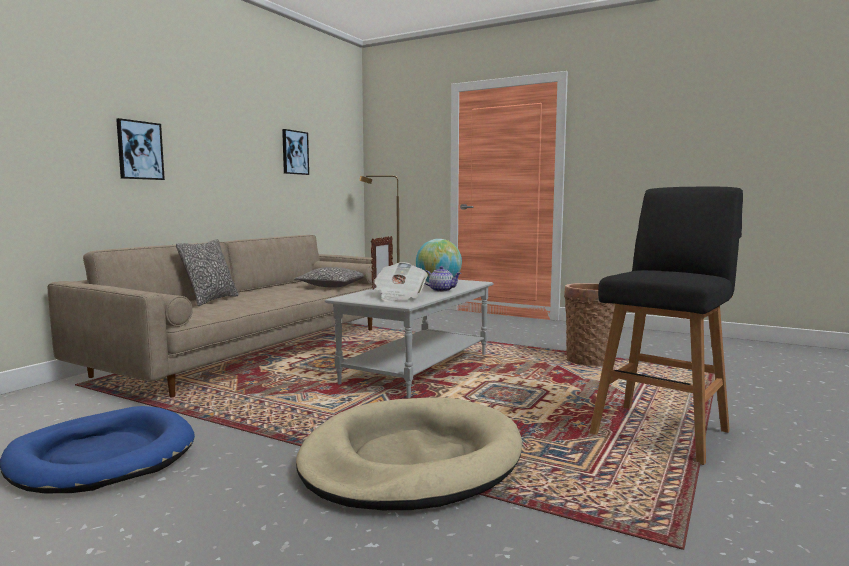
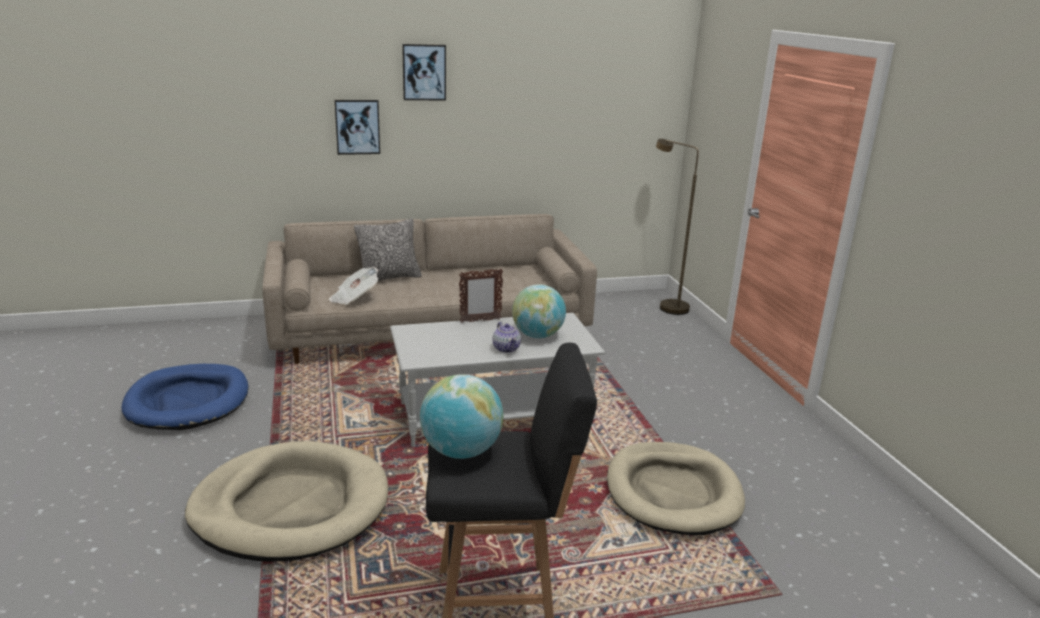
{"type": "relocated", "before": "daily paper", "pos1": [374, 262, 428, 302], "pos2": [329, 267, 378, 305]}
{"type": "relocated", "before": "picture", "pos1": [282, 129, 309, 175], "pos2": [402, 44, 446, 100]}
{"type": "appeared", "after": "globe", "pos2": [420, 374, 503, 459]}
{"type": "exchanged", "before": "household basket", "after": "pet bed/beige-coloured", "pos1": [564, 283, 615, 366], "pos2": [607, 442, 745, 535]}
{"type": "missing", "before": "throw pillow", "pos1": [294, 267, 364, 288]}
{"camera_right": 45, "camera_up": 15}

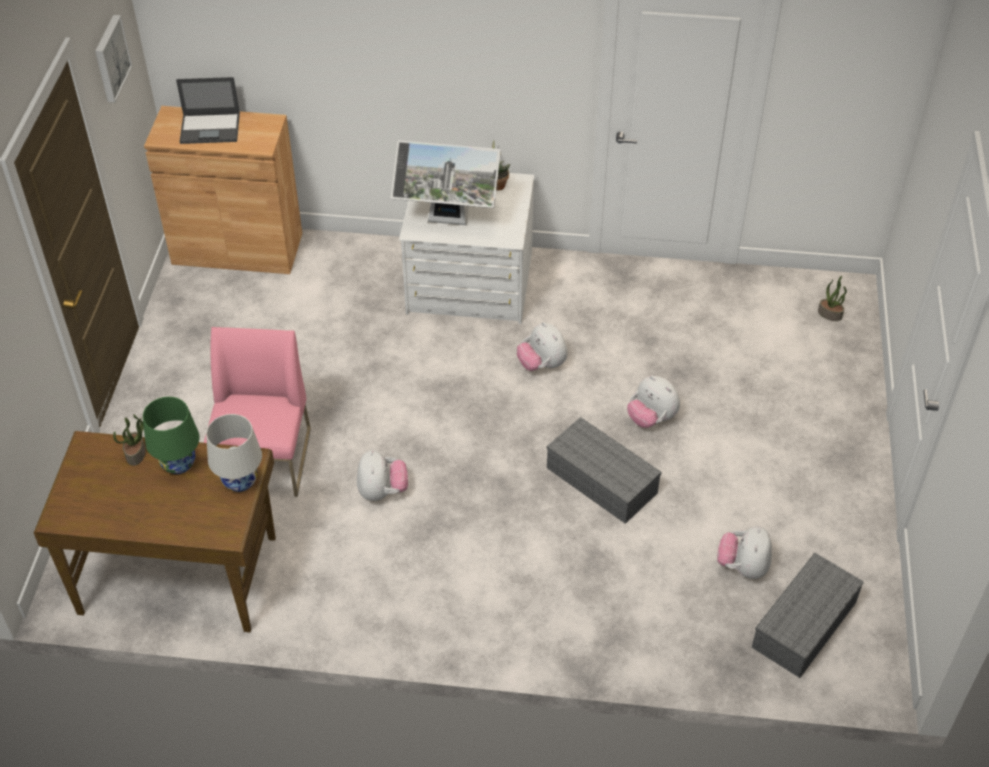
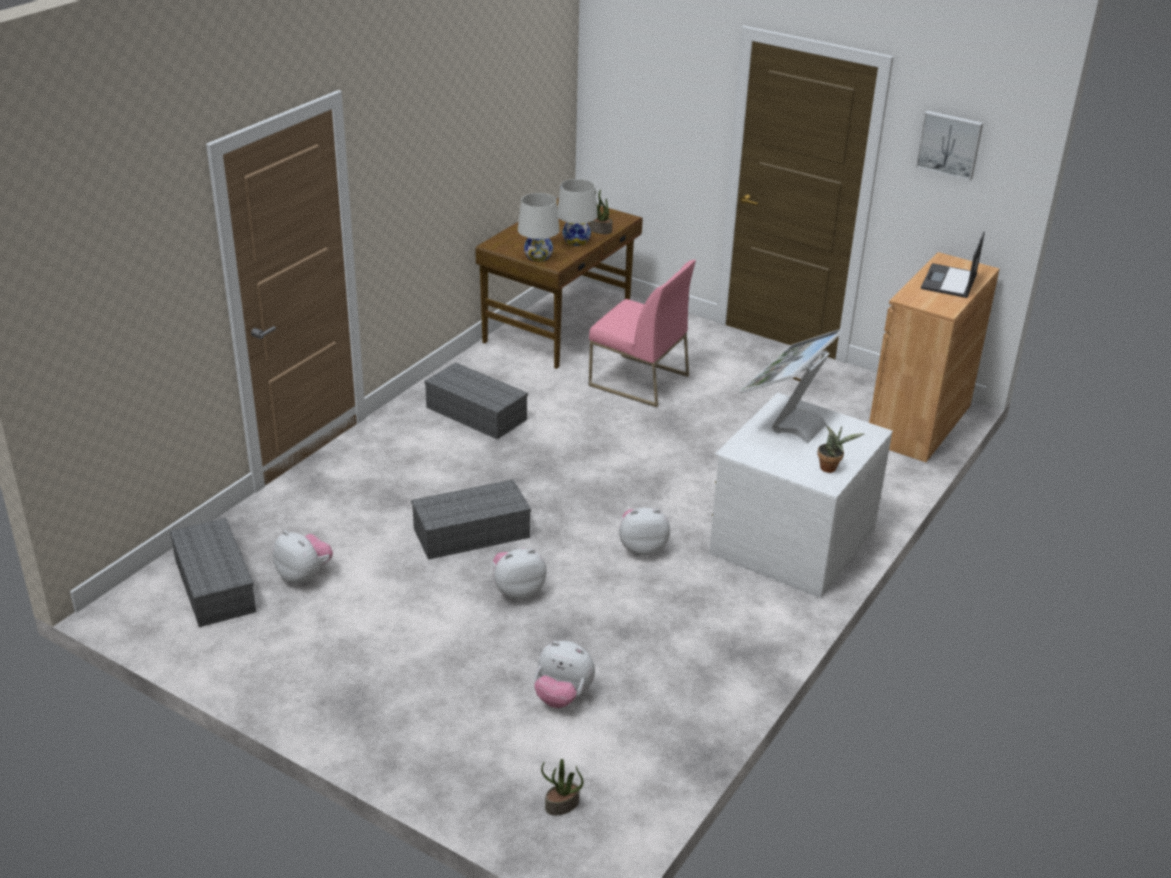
{"type": "appeared", "after": "storage box/greyish", "pos2": [424, 363, 528, 440]}
{"type": "relocated", "before": "plush toy", "pos1": [357, 450, 408, 501], "pos2": [534, 641, 595, 708]}
{"type": "colour", "before": "table lamp/green-coloured", "after": "table lamp/white-coloured", "pos1": [143, 397, 199, 474], "pos2": [557, 179, 598, 246]}
{"camera_right": 115, "camera_up": -15}

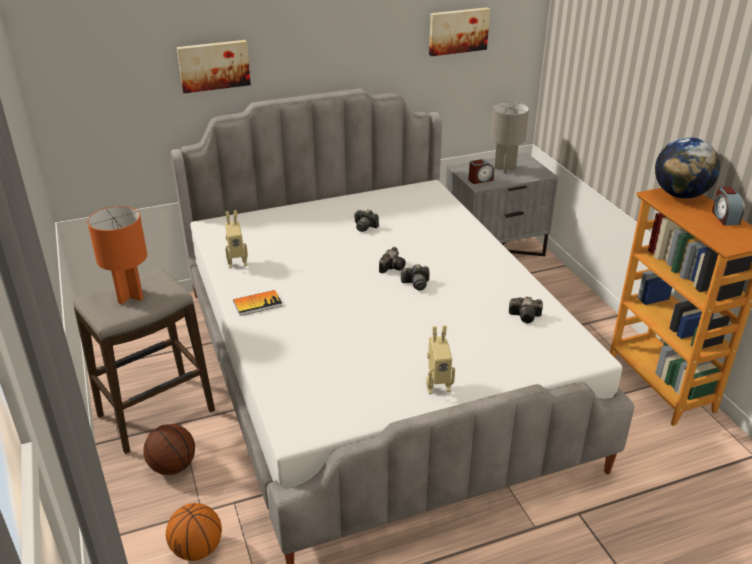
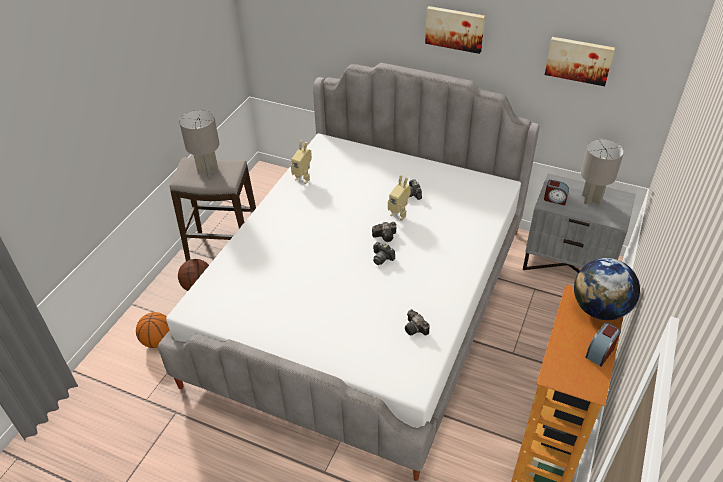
{"type": "colour", "before": "table lamp/orange", "after": "table lamp/greyish", "pos1": [87, 206, 147, 304], "pos2": [179, 110, 219, 177]}
{"type": "relocated", "before": "model robot", "pos1": [426, 325, 455, 394], "pos2": [388, 175, 411, 221]}
{"type": "relocated", "before": "picture", "pos1": [177, 40, 251, 93], "pos2": [425, 6, 485, 54]}
{"type": "missing", "before": "book", "pos1": [233, 290, 282, 316]}
{"camera_right": 45, "camera_up": 10}

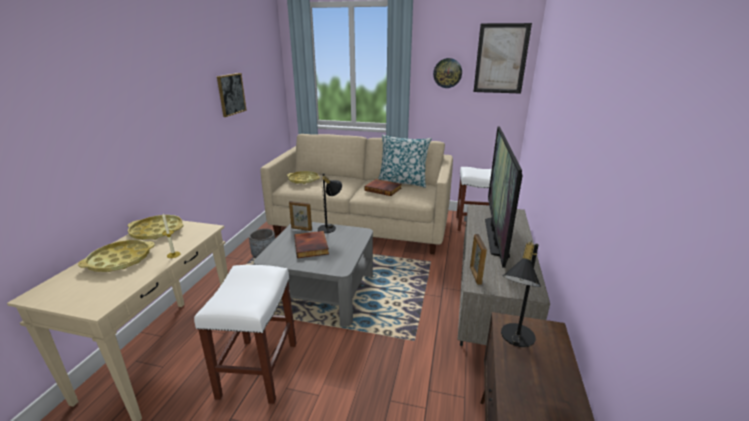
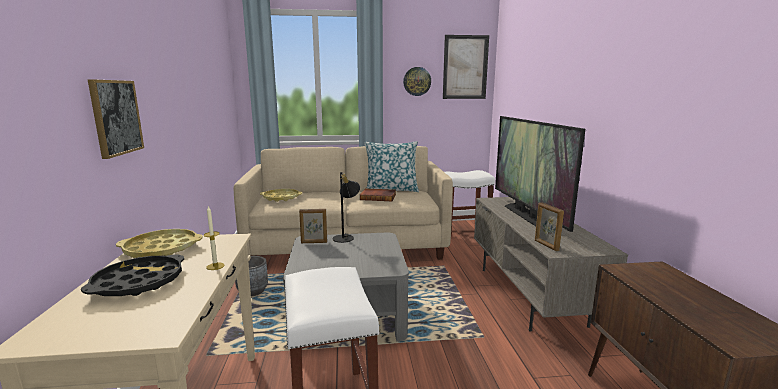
{"type": "colour", "before": "serving tray/yellow", "after": "serving tray/black", "pos1": [78, 240, 155, 272], "pos2": [81, 254, 184, 296]}
{"type": "relocated", "before": "picture", "pos1": [217, 73, 247, 117], "pos2": [88, 79, 144, 159]}
{"type": "missing", "before": "book", "pos1": [294, 231, 329, 258]}
{"type": "missing", "before": "table lamp/black", "pos1": [501, 241, 541, 347]}
{"camera_right": -20, "camera_up": -10}

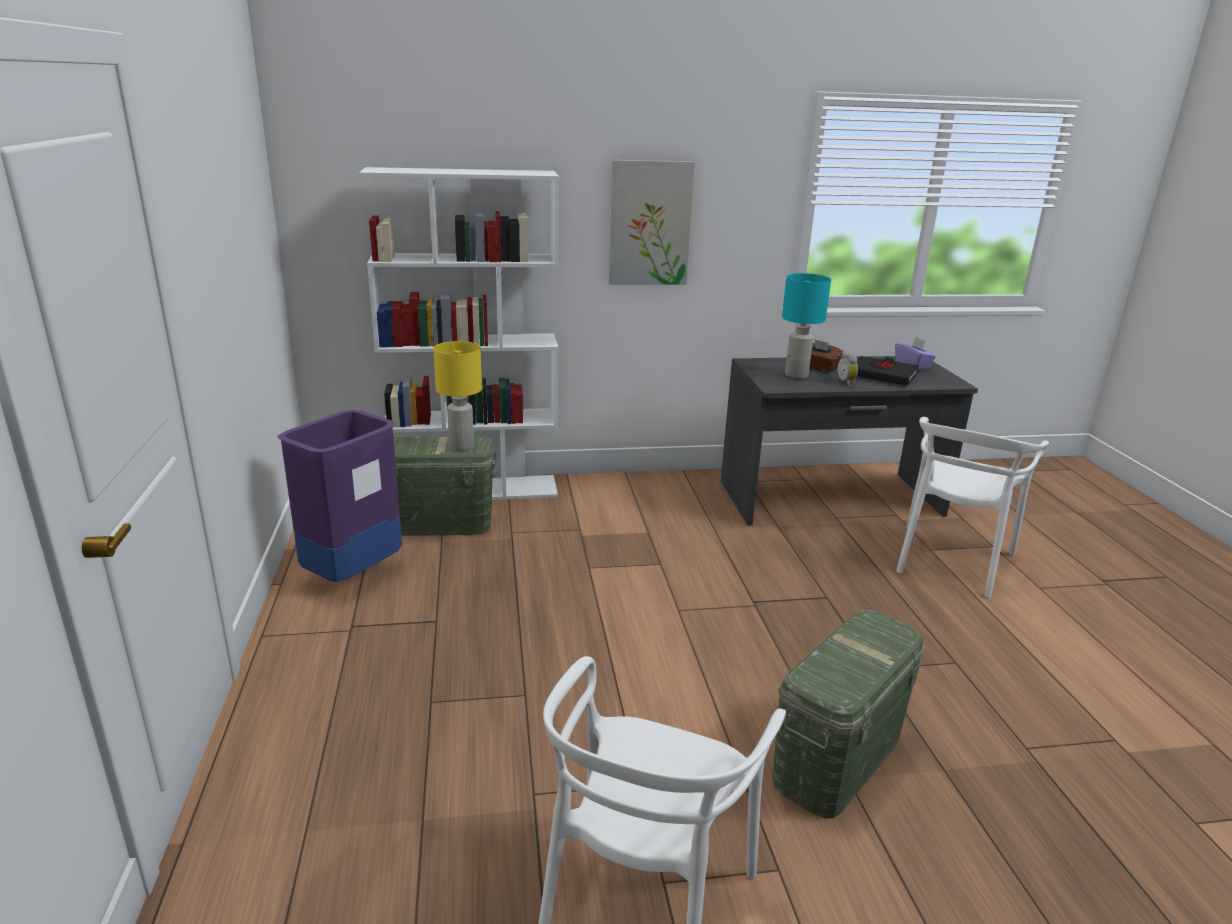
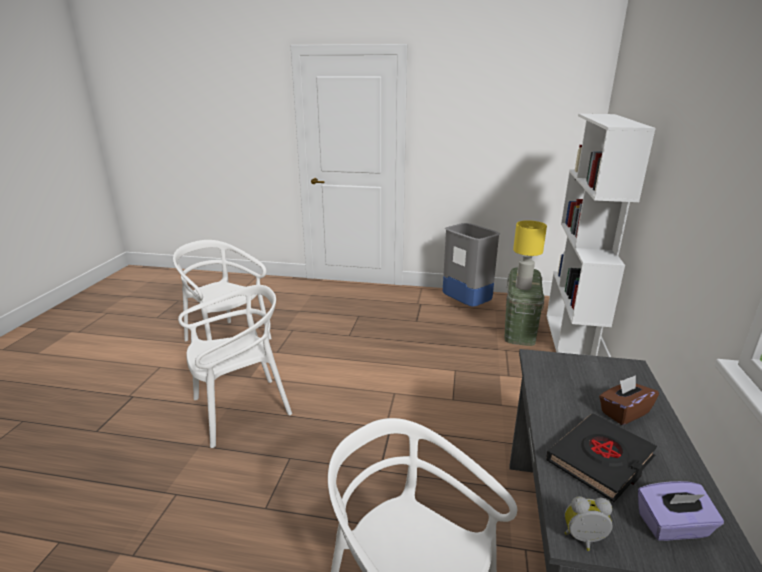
{"type": "exchanged", "before": "storage box/green-coloured", "after": "chair/white-coloured", "pos1": [772, 610, 925, 818], "pos2": [178, 285, 292, 448]}
{"type": "colour", "before": "waste bin/purple-coloured", "after": "waste bin/greyish", "pos1": [277, 410, 402, 582], "pos2": [443, 223, 501, 307]}
{"type": "relocated", "before": "bedside clock", "pos1": [837, 352, 858, 386], "pos2": [565, 496, 613, 551]}
{"type": "missing", "before": "picture", "pos1": [609, 160, 695, 285]}
{"type": "missing", "before": "table lamp/turquoise-coloured", "pos1": [782, 273, 831, 379]}
{"camera_right": 110, "camera_up": 0}

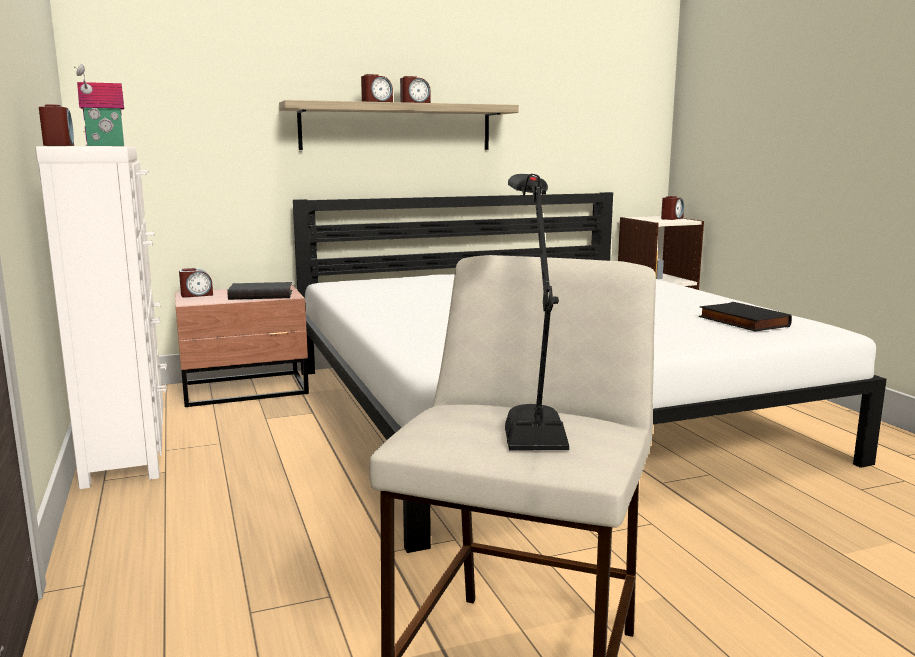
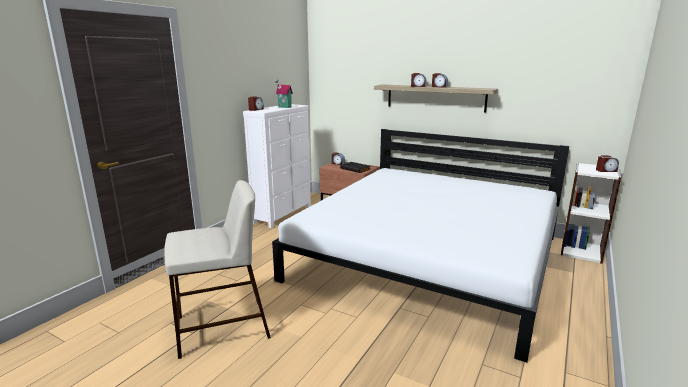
{"type": "missing", "before": "table lamp/black", "pos1": [505, 174, 569, 450]}
{"type": "missing", "before": "book/black", "pos1": [699, 302, 792, 331]}
{"camera_right": 50, "camera_up": 5}

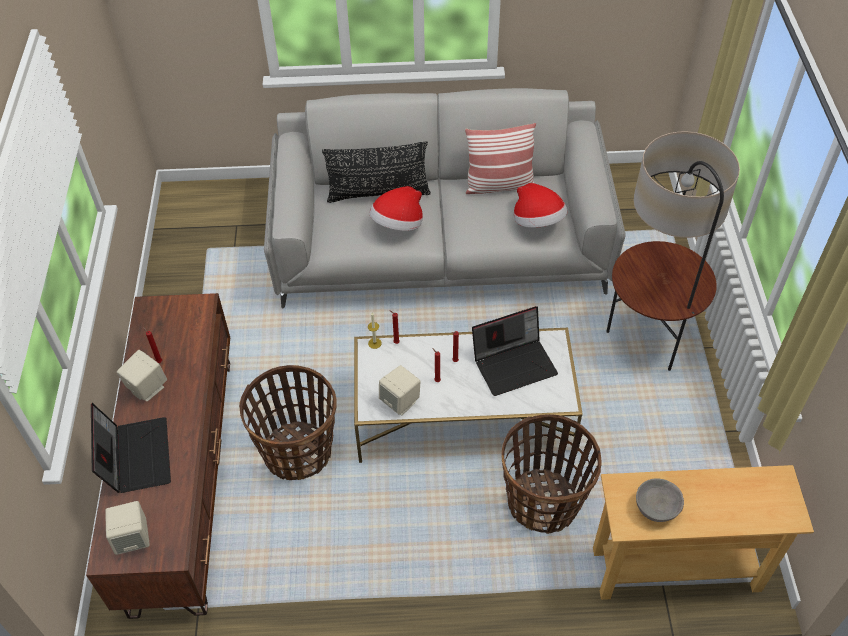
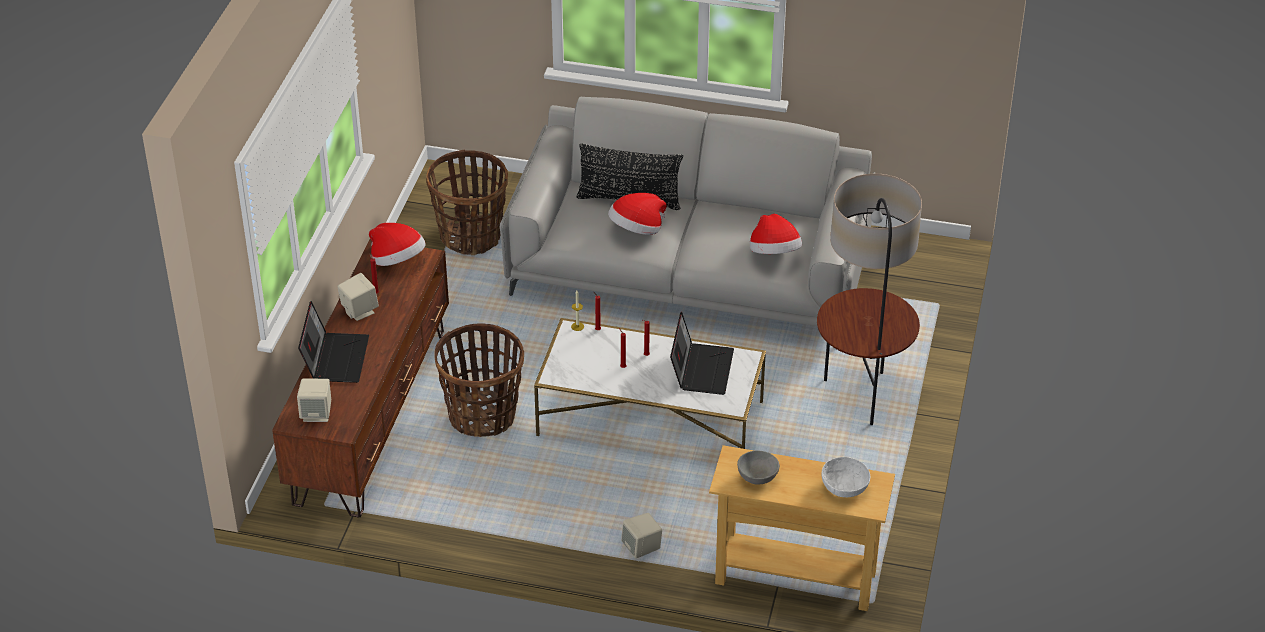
{"type": "appeared", "after": "hat", "pos2": [369, 223, 426, 266]}
{"type": "relocated", "before": "household basket", "pos1": [501, 414, 602, 534], "pos2": [426, 149, 508, 255]}
{"type": "relocated", "before": "loudspeaker/beige-coloured", "pos1": [379, 365, 421, 416], "pos2": [621, 513, 662, 562]}
{"type": "spun", "before": "laptop", "pos1": [472, 306, 558, 396], "pos2": [670, 311, 734, 395], "turn": -75}
{"type": "appeared", "after": "deep dish/white-coloured", "pos2": [821, 457, 870, 497]}
{"type": "missing", "before": "throw pillow", "pos1": [465, 123, 536, 194]}
{"camera_right": 15, "camera_up": -10}

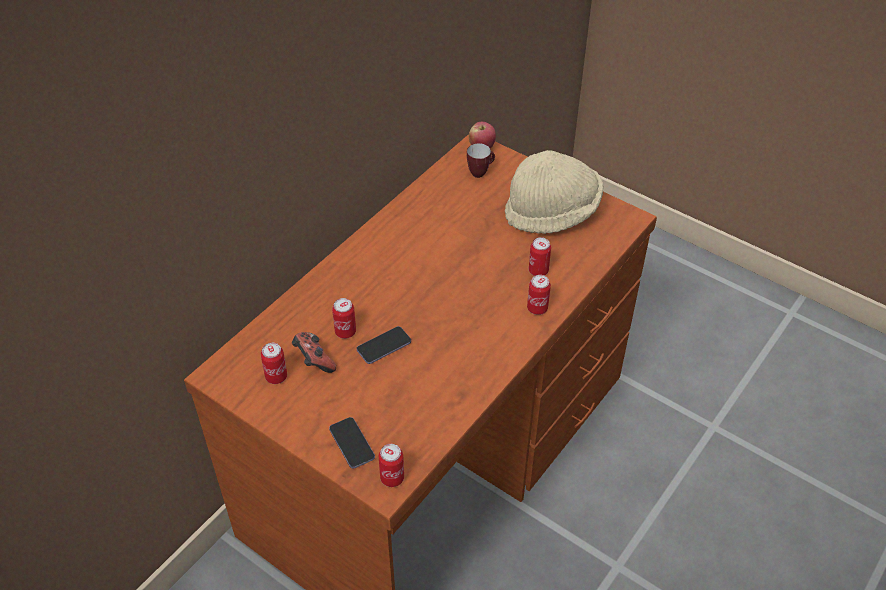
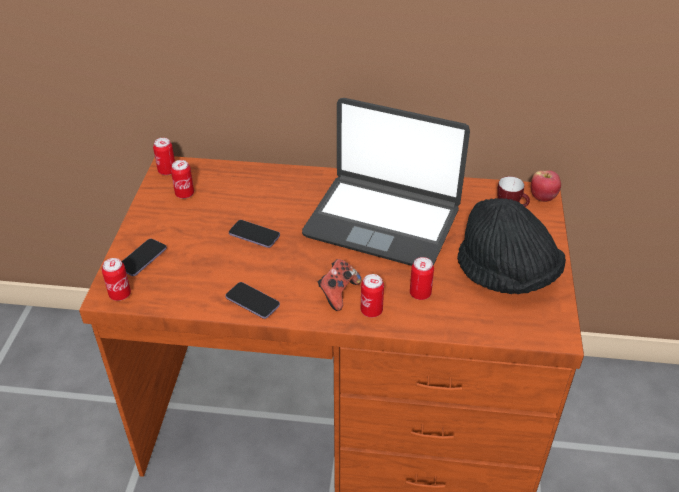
{"type": "relocated", "before": "can", "pos1": [332, 298, 356, 339], "pos2": [153, 138, 175, 175]}
{"type": "appeared", "after": "telephone", "pos2": [225, 282, 280, 319]}
{"type": "appeared", "after": "laptop", "pos2": [302, 98, 470, 266]}
{"type": "relocated", "before": "gamepad", "pos1": [292, 332, 336, 373], "pos2": [318, 259, 362, 311]}
{"type": "colour", "before": "hat/beige-coloured", "after": "hat/black", "pos1": [505, 150, 604, 234], "pos2": [457, 198, 566, 294]}
{"camera_right": 60, "camera_up": -5}

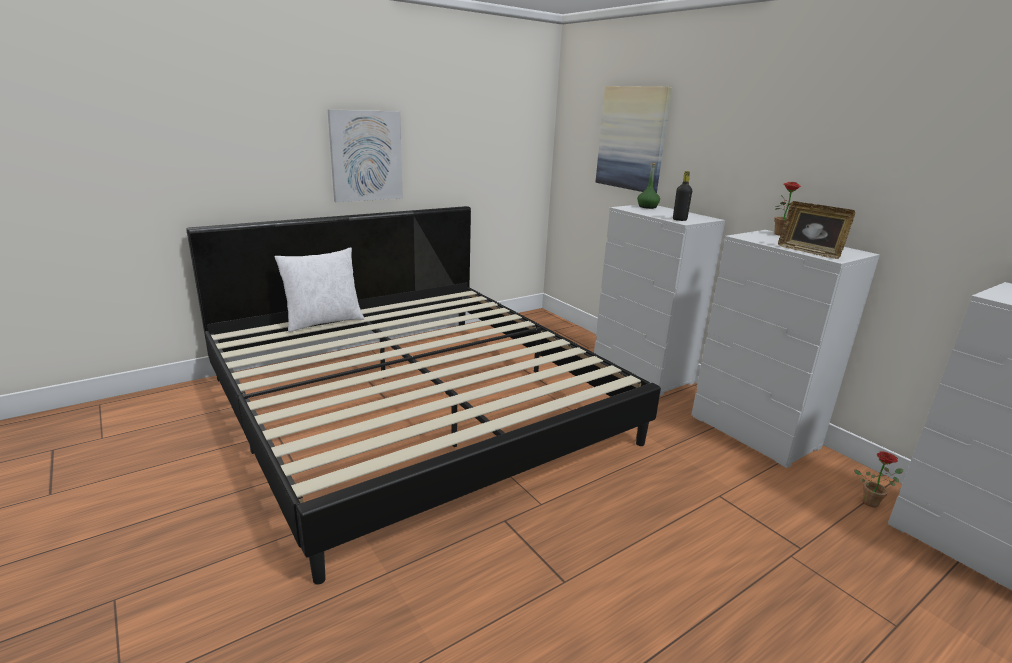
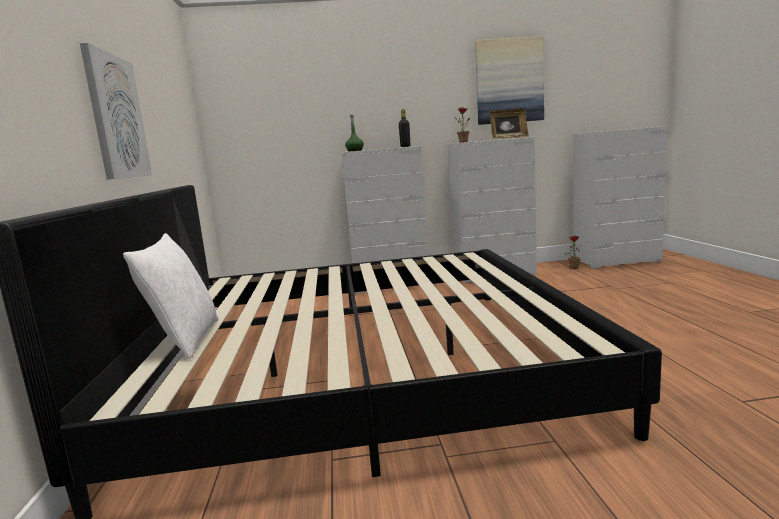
{"type": "relocated", "before": "picture", "pos1": [596, 86, 672, 193], "pos2": [475, 36, 544, 125]}
{"camera_right": -60, "camera_up": -10}

